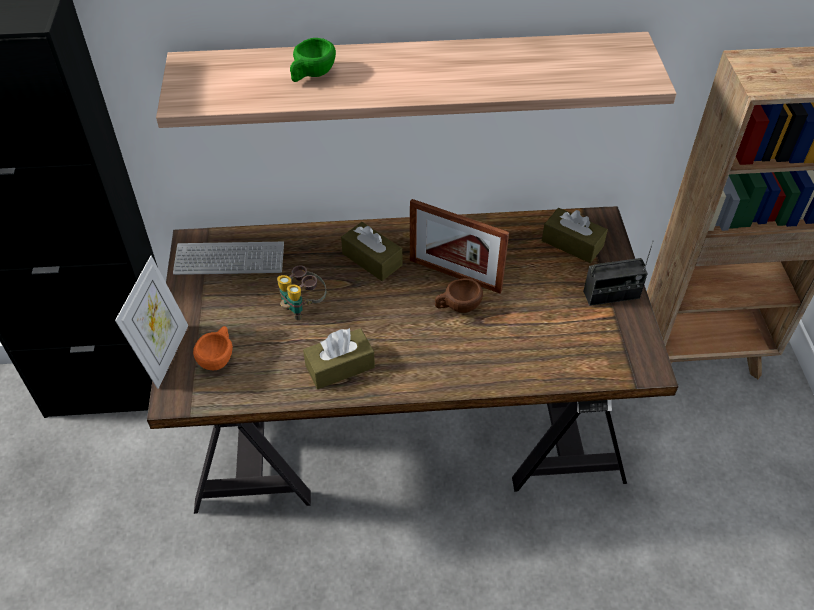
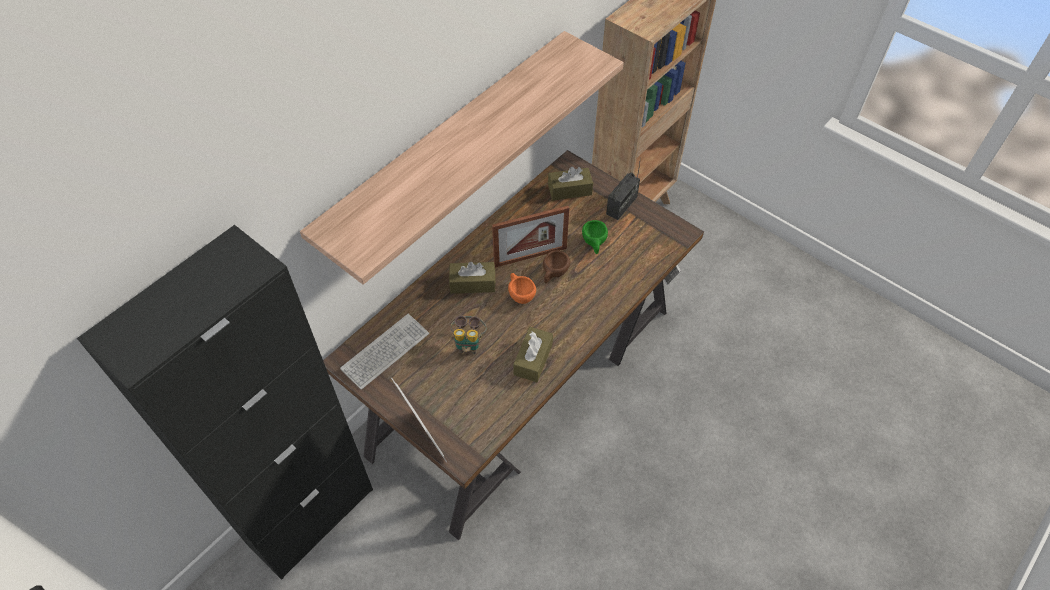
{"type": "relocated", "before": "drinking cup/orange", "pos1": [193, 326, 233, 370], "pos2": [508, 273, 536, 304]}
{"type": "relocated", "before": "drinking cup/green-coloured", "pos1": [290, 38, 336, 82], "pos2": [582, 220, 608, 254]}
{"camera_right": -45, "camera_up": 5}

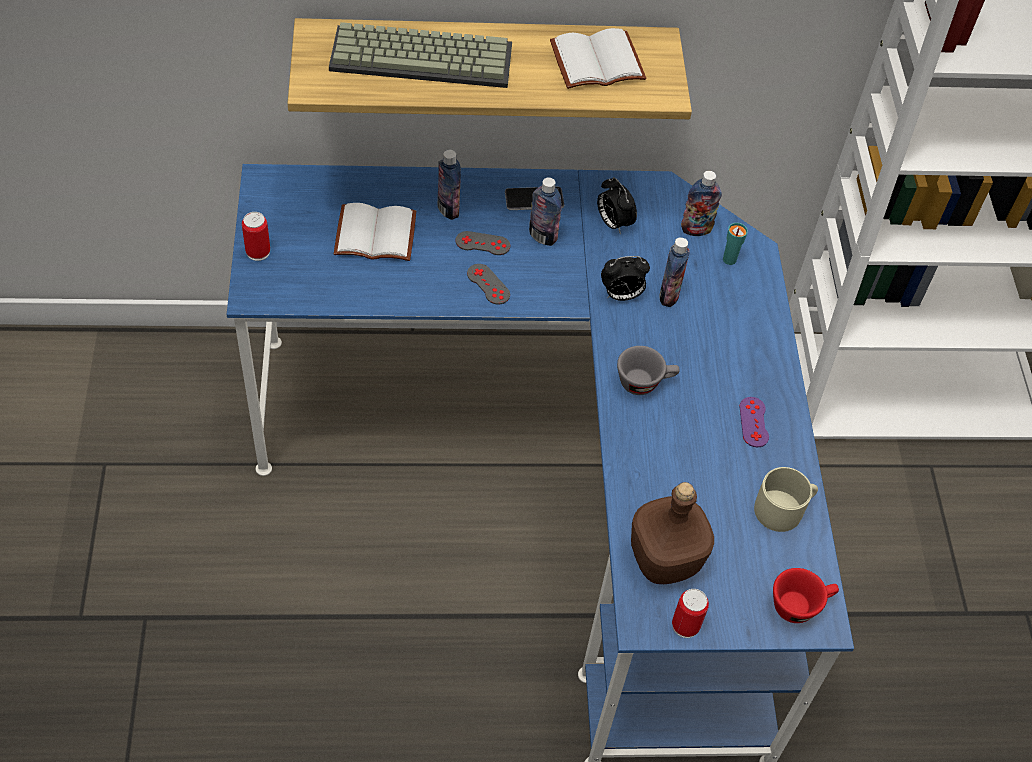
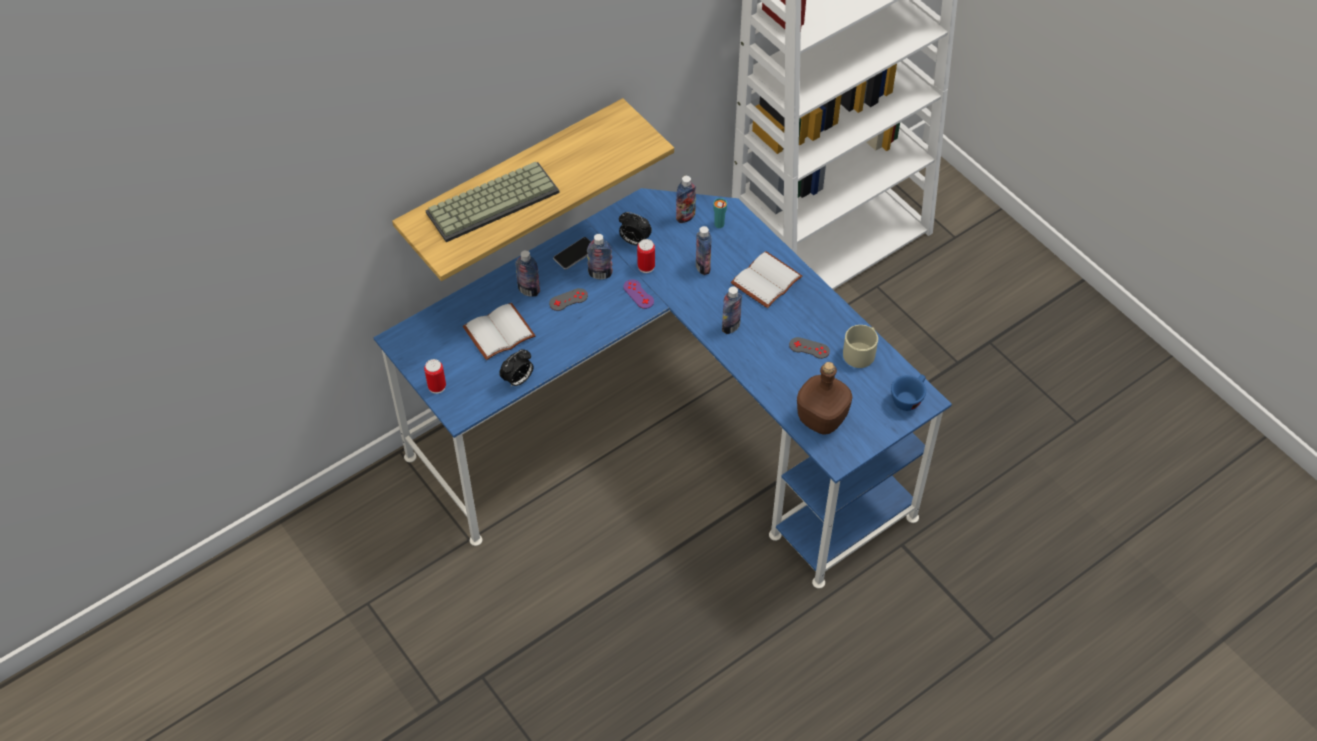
{"type": "relocated", "before": "bedside clock", "pos1": [601, 256, 650, 301], "pos2": [499, 349, 533, 387]}
{"type": "relocated", "before": "gamepad/purple-coloured", "pos1": [740, 397, 769, 447], "pos2": [623, 279, 654, 309]}
{"type": "relocated", "before": "can", "pos1": [672, 589, 709, 638], "pos2": [637, 239, 655, 273]}
{"type": "exchanged", "before": "drinking cup/greyish", "after": "bottle", "pos1": [617, 346, 680, 395], "pos2": [722, 286, 742, 334]}
{"type": "relocated", "before": "book/white-coloured", "pos1": [550, 28, 646, 89], "pos2": [731, 251, 802, 308]}
{"type": "relocated", "before": "gamepad/greyish", "pos1": [467, 264, 510, 304], "pos2": [789, 337, 830, 359]}
{"type": "colour", "before": "drinking cup/reddish", "after": "drinking cup/blue", "pos1": [773, 568, 839, 623], "pos2": [891, 374, 926, 411]}
{"camera_right": -30, "camera_up": 0}

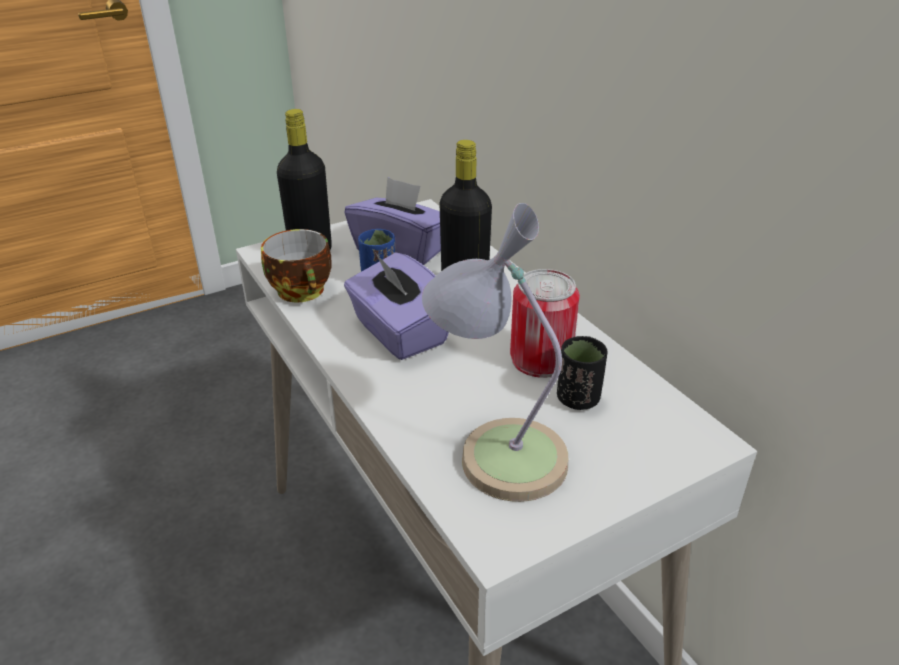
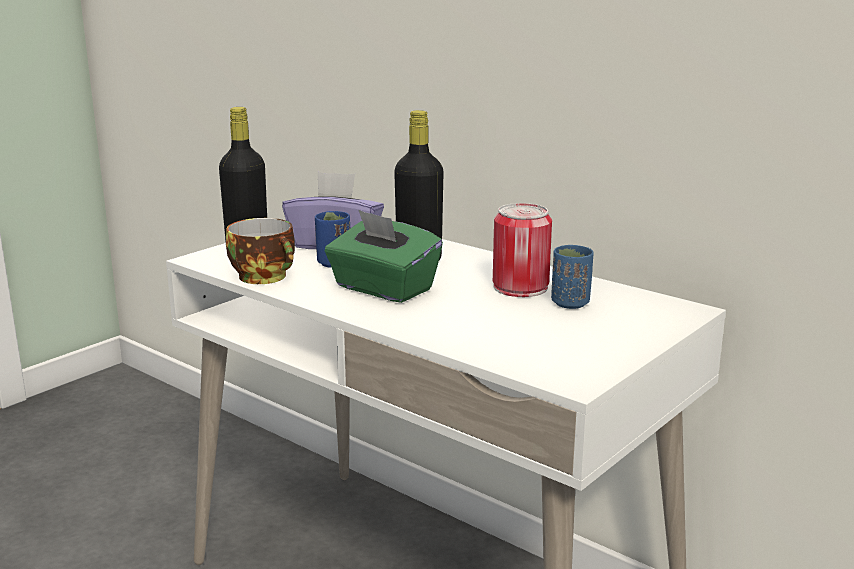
{"type": "colour", "before": "tissue holder/purple-coloured", "after": "tissue holder/green-coloured", "pos1": [344, 252, 449, 360], "pos2": [325, 209, 443, 303]}
{"type": "colour", "before": "drinking cup/black", "after": "drinking cup/blue", "pos1": [557, 336, 608, 410], "pos2": [551, 245, 593, 309]}
{"type": "missing", "before": "table lamp", "pos1": [422, 203, 568, 502]}
{"camera_right": -20, "camera_up": -15}

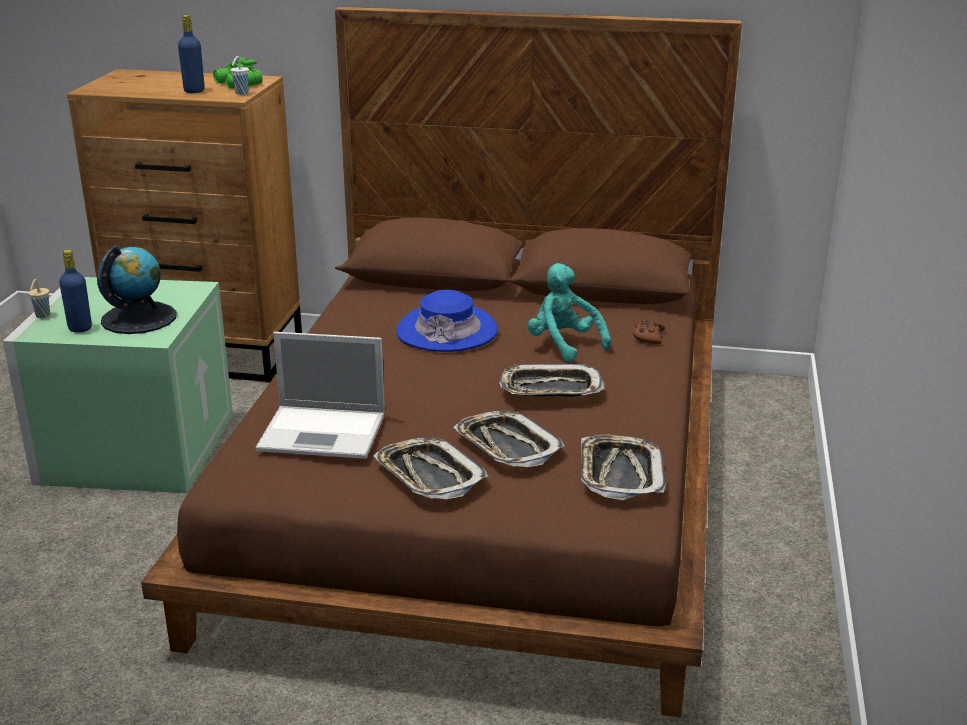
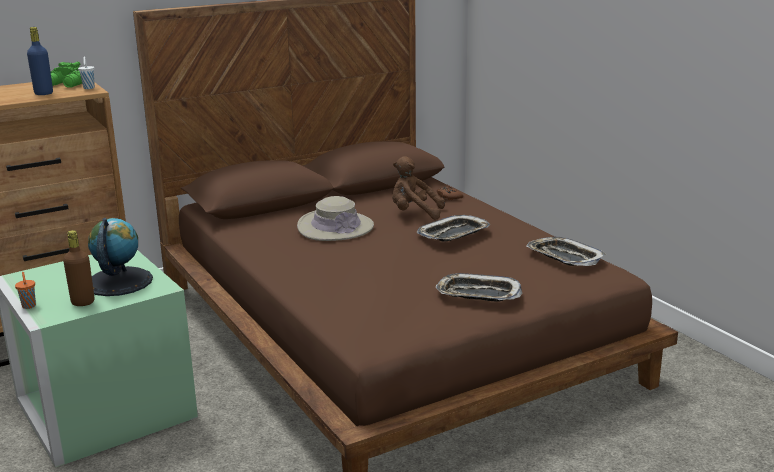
{"type": "colour", "before": "drinking cup/beige-coloured", "after": "drinking cup/orange", "pos1": [28, 279, 50, 318], "pos2": [15, 272, 36, 309]}
{"type": "colour", "before": "bottle/blue", "after": "bottle/brownish", "pos1": [59, 250, 92, 333], "pos2": [63, 230, 94, 306]}
{"type": "colour", "before": "hat/blue", "after": "hat/beige-coloured", "pos1": [396, 290, 498, 352], "pos2": [297, 196, 374, 241]}
{"type": "colour", "before": "plush toy/turquoise-coloured", "after": "plush toy/brownish", "pos1": [528, 263, 611, 362], "pos2": [392, 157, 445, 219]}
{"type": "missing", "before": "laptop", "pos1": [255, 332, 385, 459]}
{"type": "missing", "before": "serving tray", "pos1": [453, 410, 565, 467]}
{"camera_right": -40, "camera_up": -5}

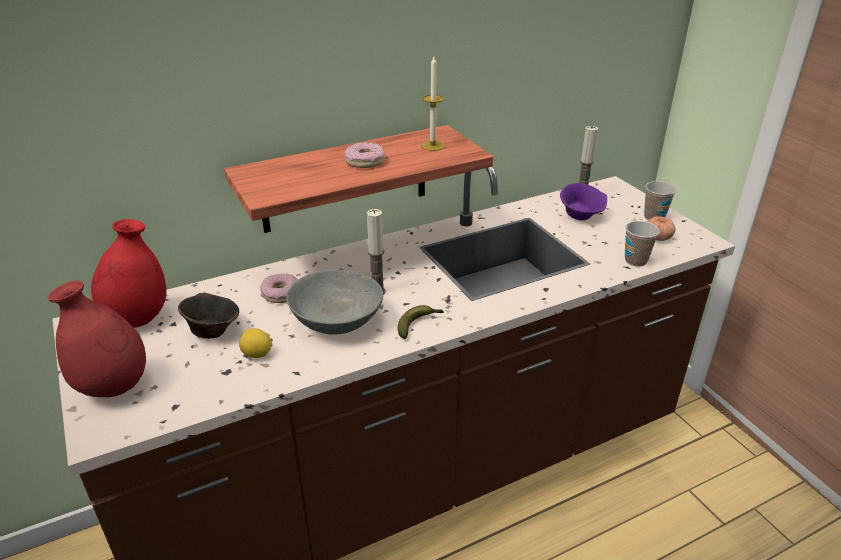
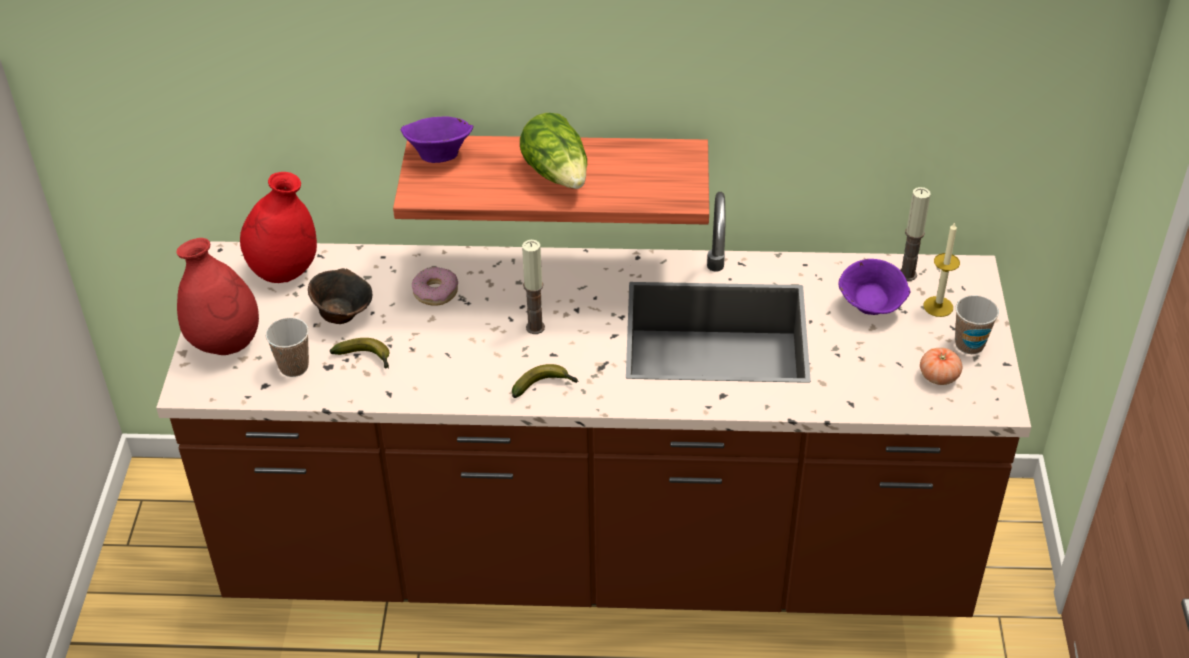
{"type": "relocated", "before": "drinking cup", "pos1": [625, 221, 660, 267], "pos2": [265, 317, 309, 377]}
{"type": "exchanged", "before": "citrus fruit", "after": "banana", "pos1": [239, 328, 273, 358], "pos2": [330, 338, 389, 369]}
{"type": "appeared", "after": "deep dish/purple-coloured", "pos2": [401, 116, 473, 163]}
{"type": "exchanged", "before": "doughnut", "after": "lettuce head", "pos1": [345, 142, 385, 168], "pos2": [520, 113, 587, 189]}
{"type": "relocated", "before": "wax light", "pos1": [421, 57, 445, 151], "pos2": [924, 222, 960, 317]}
{"type": "missing", "before": "deep dish/greyish", "pos1": [286, 269, 383, 335]}
{"camera_right": 30, "camera_up": 10}

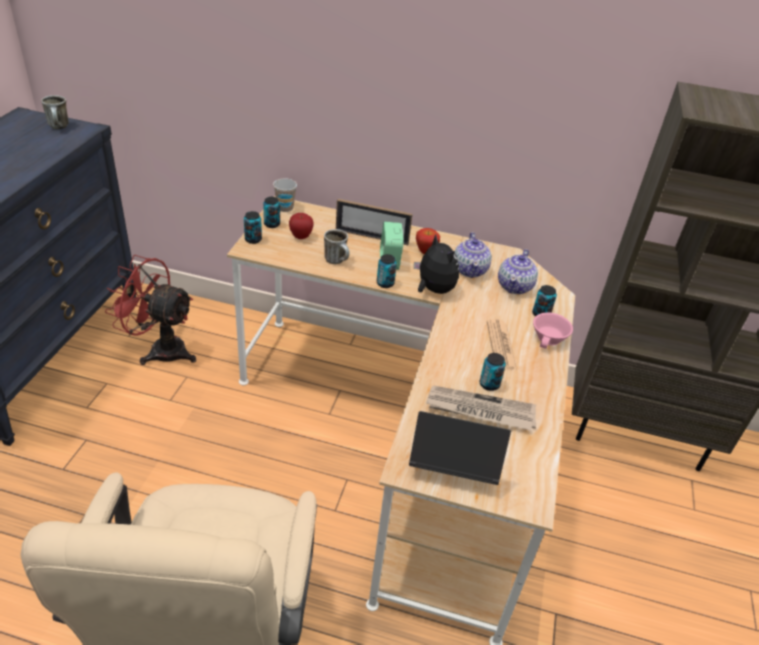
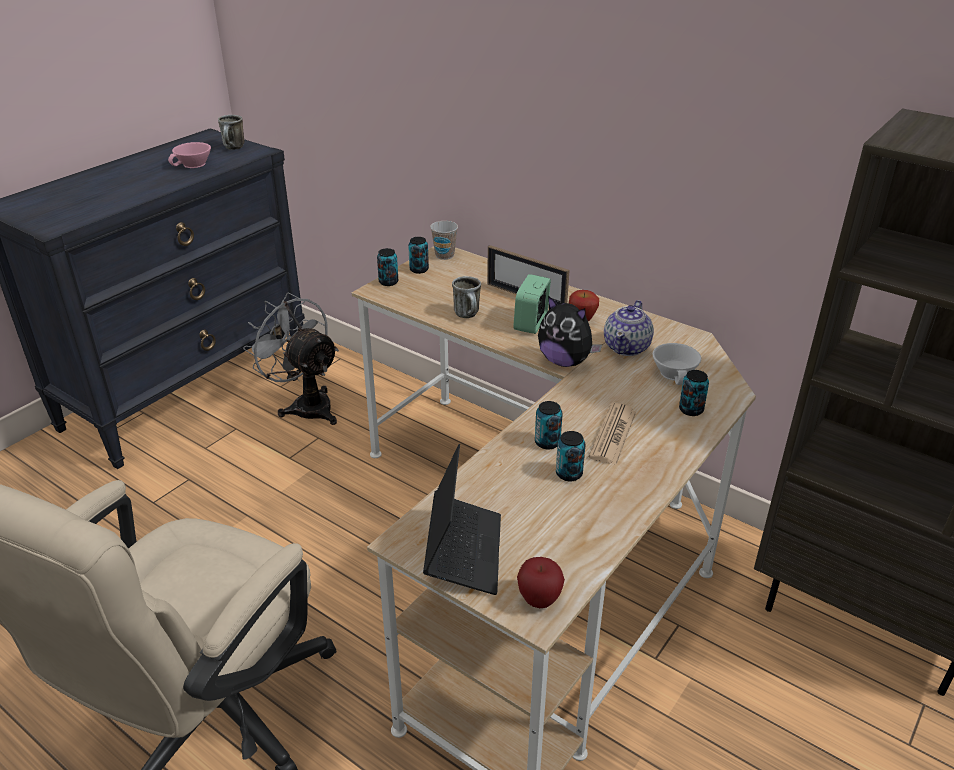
{"type": "relocated", "before": "drinking cup/pinkish", "pos1": [533, 313, 573, 349], "pos2": [168, 142, 211, 168]}
{"type": "colour", "before": "fan/reddish", "after": "fan/greyish", "pos1": [105, 255, 196, 365], "pos2": [243, 293, 339, 425]}
{"type": "spun", "before": "laptop", "pos1": [409, 411, 511, 485], "pos2": [423, 444, 501, 595], "turn": 60}
{"type": "relocated", "before": "apple fruit", "pos1": [289, 213, 314, 239], "pos2": [517, 557, 565, 608]}
{"type": "relocated", "before": "can", "pos1": [377, 254, 397, 288], "pos2": [535, 401, 563, 449]}
{"type": "spun", "before": "plush toy", "pos1": [414, 234, 459, 294], "pos2": [538, 296, 602, 367], "turn": 135}
{"type": "exchanged", "before": "pot for tea", "after": "drinking cup/white-coloured", "pos1": [498, 249, 538, 294], "pos2": [653, 343, 701, 385]}
{"type": "missing", "before": "daily paper", "pos1": [426, 385, 536, 431]}
{"camera_right": 25, "camera_up": -5}

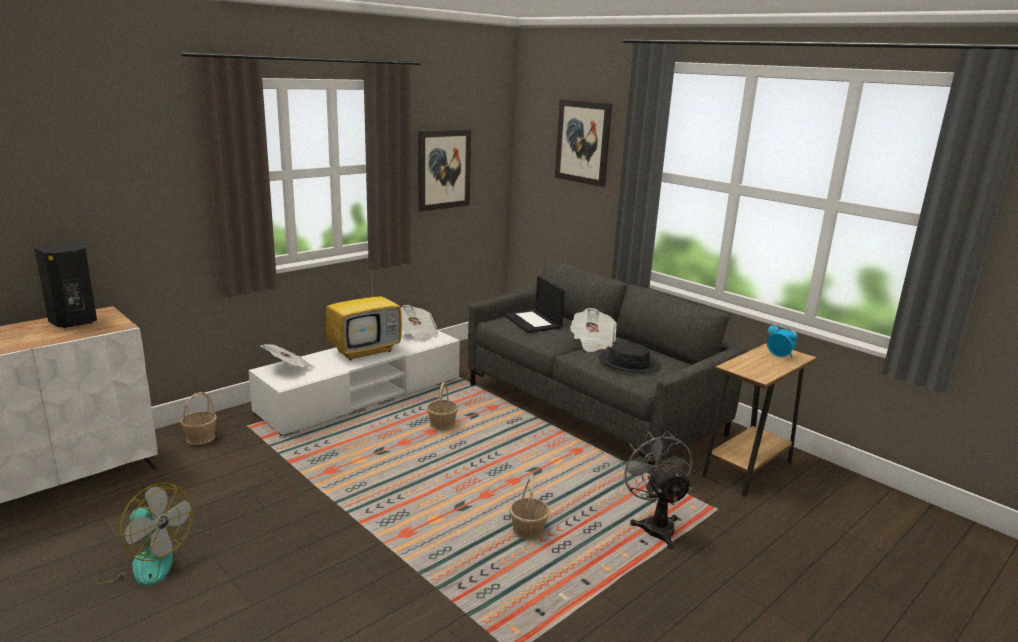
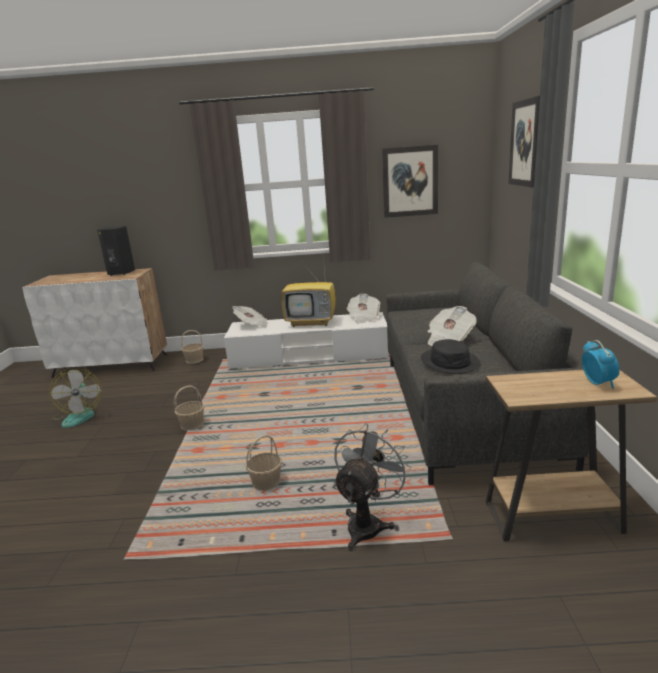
{"type": "relocated", "before": "household basket", "pos1": [427, 382, 458, 431], "pos2": [174, 386, 205, 431]}
{"type": "missing", "before": "laptop", "pos1": [504, 276, 565, 333]}
{"camera_right": 45, "camera_up": 0}

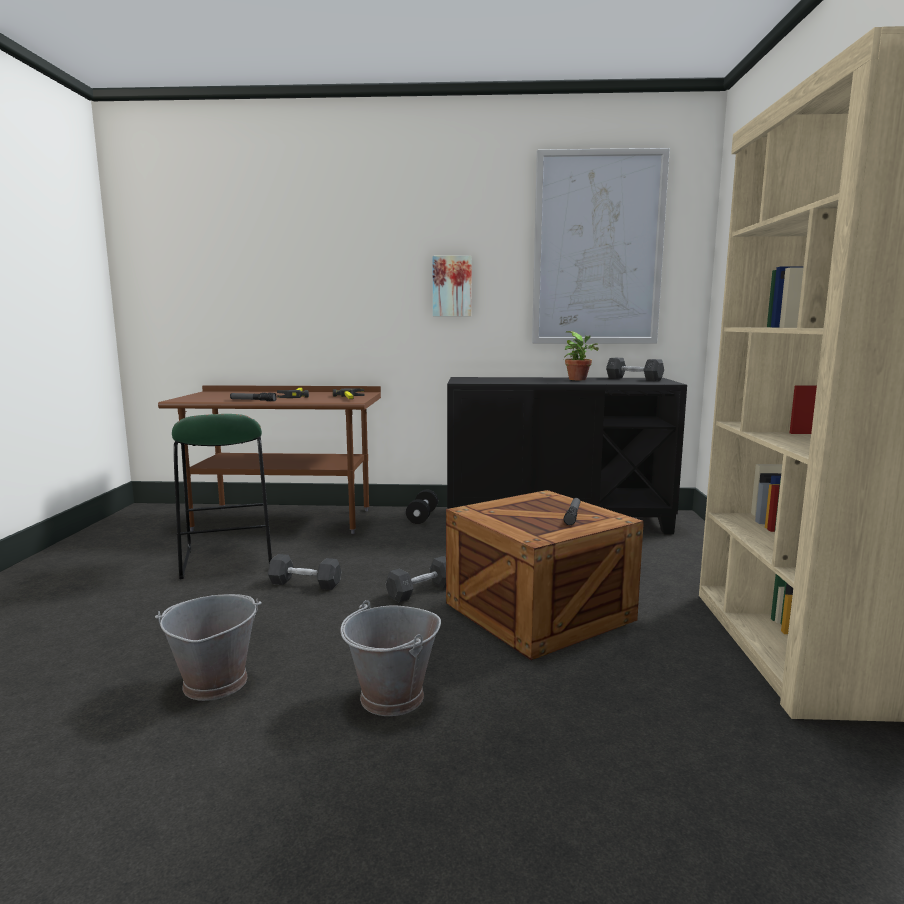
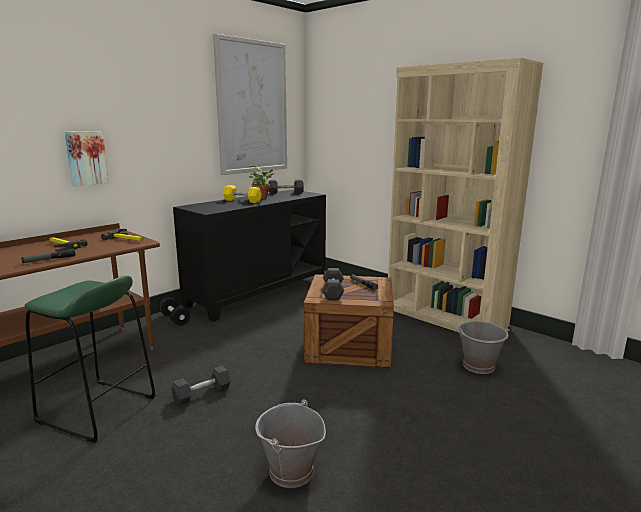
{"type": "relocated", "before": "picture", "pos1": [432, 256, 472, 316], "pos2": [64, 131, 109, 187]}
{"type": "appeared", "after": "hand weight/yellow", "pos2": [223, 185, 262, 203]}
{"type": "relocated", "before": "hand weight/greyish", "pos1": [386, 556, 446, 602], "pos2": [322, 268, 344, 301]}
{"type": "relocated", "before": "water bucket/greyish", "pos1": [340, 600, 441, 716], "pos2": [457, 321, 510, 374]}
{"camera_right": -50, "camera_up": 5}

